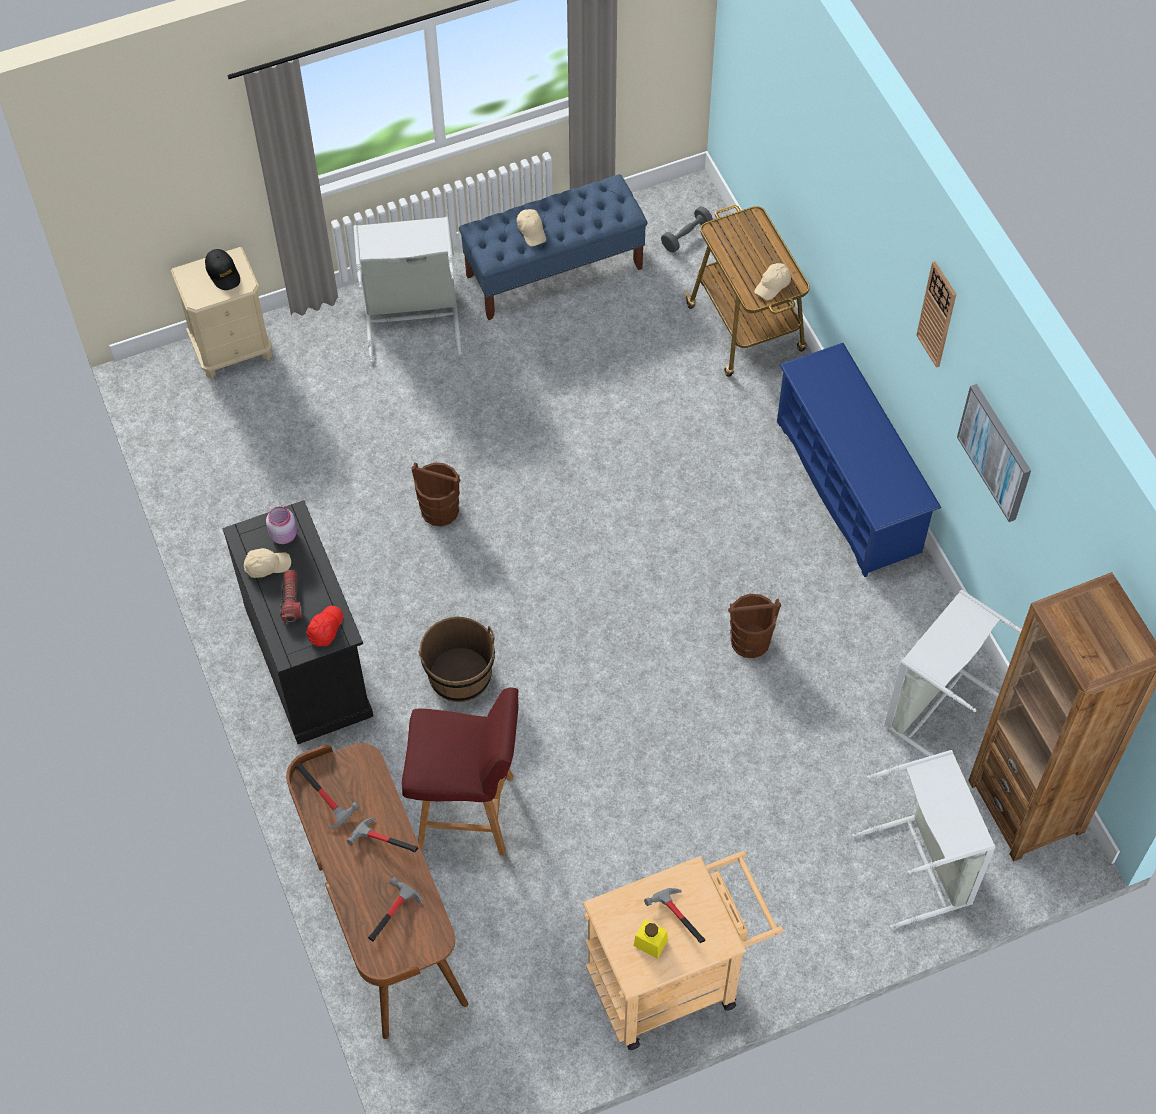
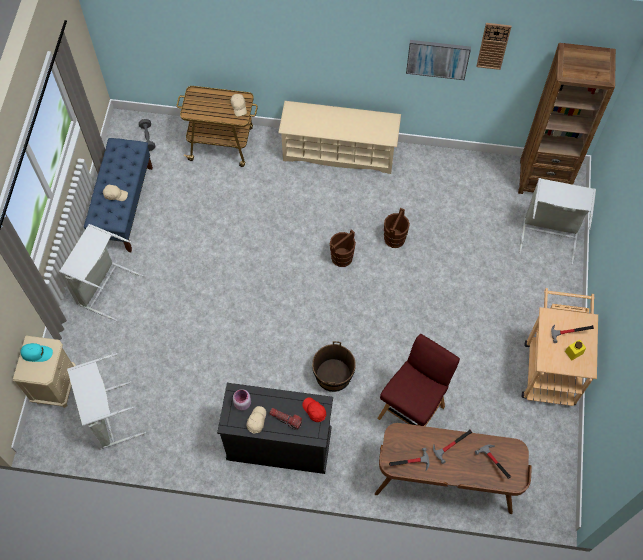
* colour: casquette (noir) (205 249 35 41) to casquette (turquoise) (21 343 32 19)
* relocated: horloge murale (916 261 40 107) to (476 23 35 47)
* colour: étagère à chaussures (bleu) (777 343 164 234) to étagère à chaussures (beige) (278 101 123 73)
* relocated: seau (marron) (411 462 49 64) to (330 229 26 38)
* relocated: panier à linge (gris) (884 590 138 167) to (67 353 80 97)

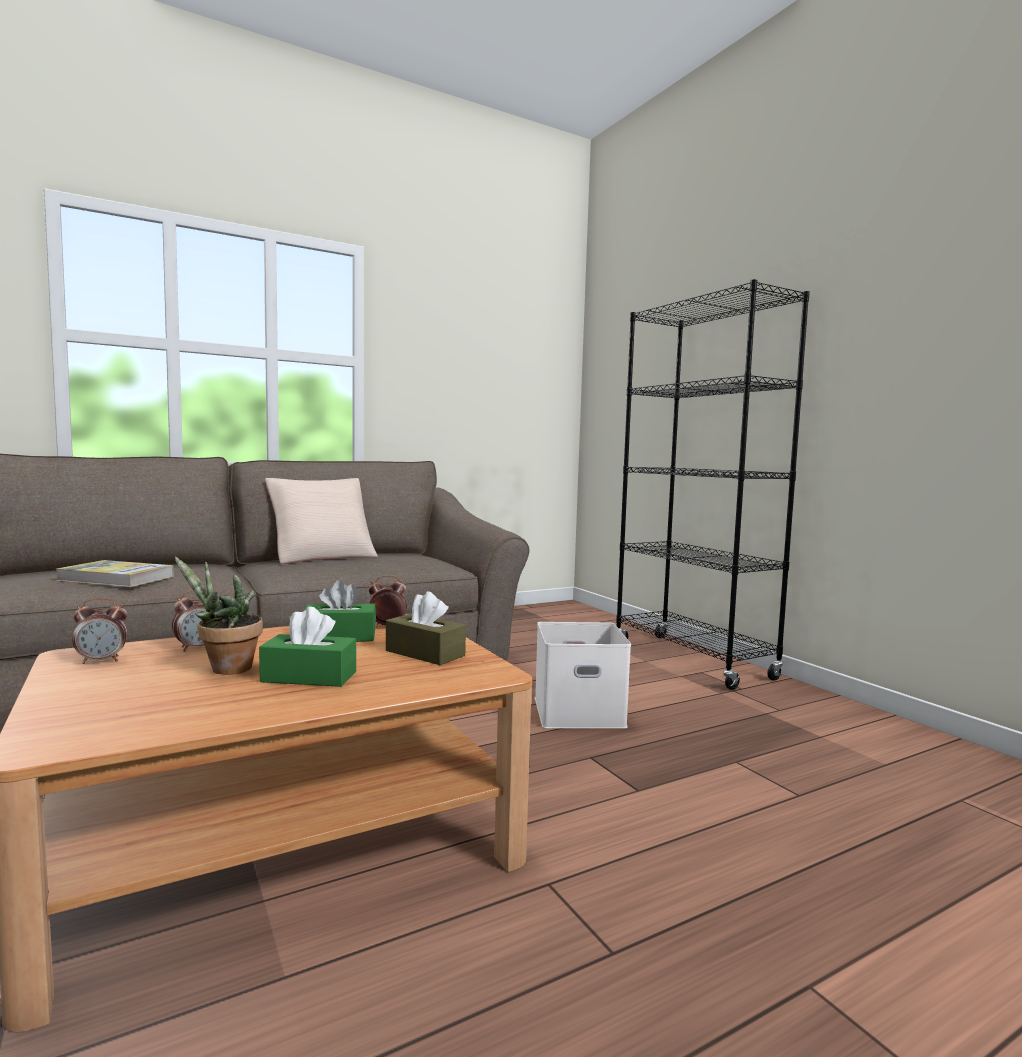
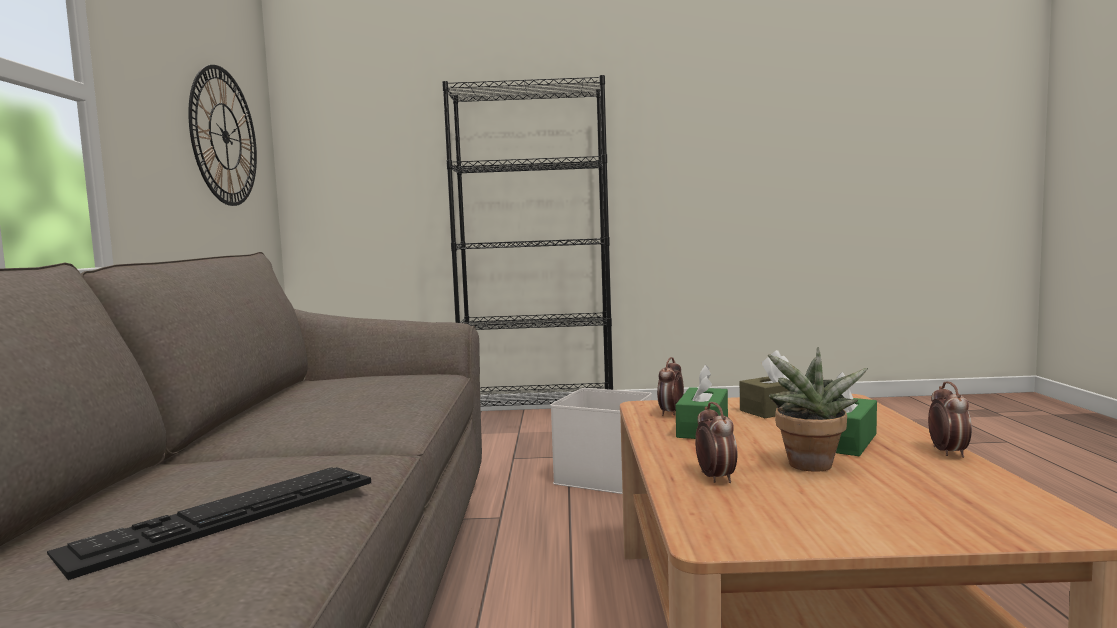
* missing: coussin (beige) (265 478 113 86)
* exchanged: livre (56 560 118 27) to clavier (47 467 324 113)
* relocated: réveil (72 598 56 66) to (928 381 44 77)
* appeared: horloge murale (188 65 69 141)

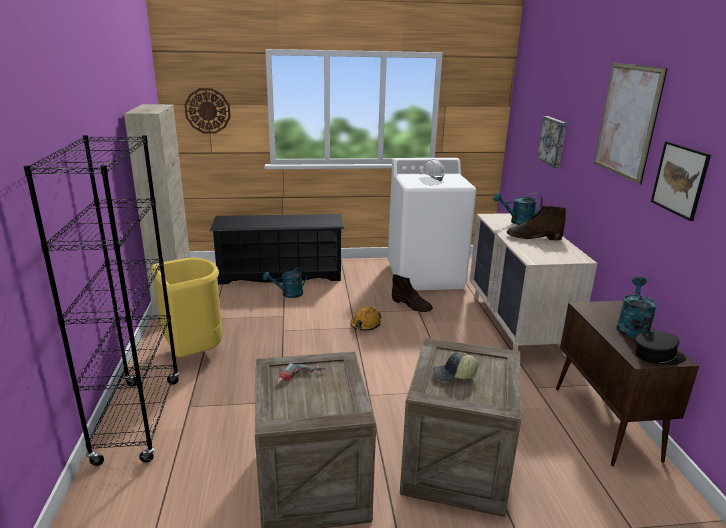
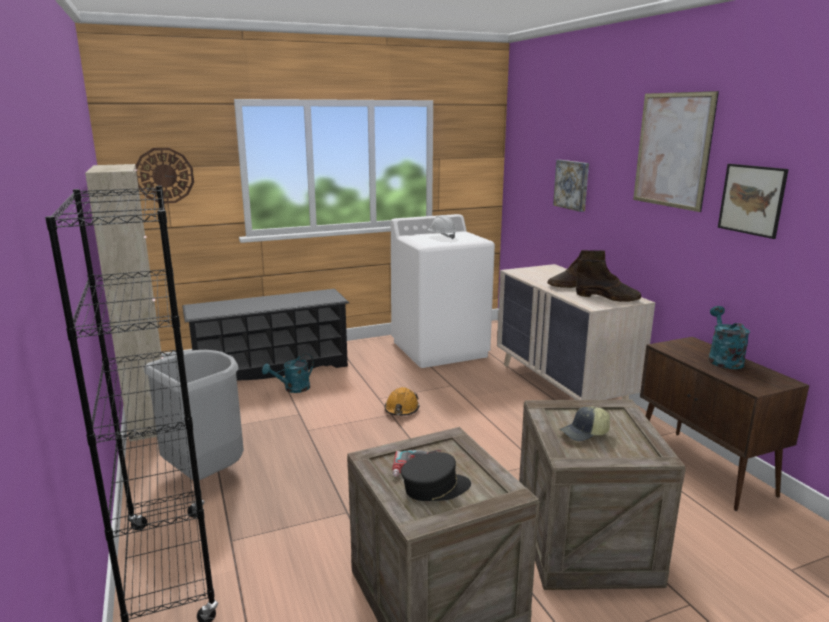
* missing: arrosoir (turquoise) (494 192 49 33)
* colour: poubelle (jaune) (151 257 72 101) to poubelle (gris) (144 350 100 130)
* relocated: botte (marron) (392 274 41 38) to (576 259 65 43)
* relocated: casquette (noir) (635 332 51 33) to (401 452 70 49)

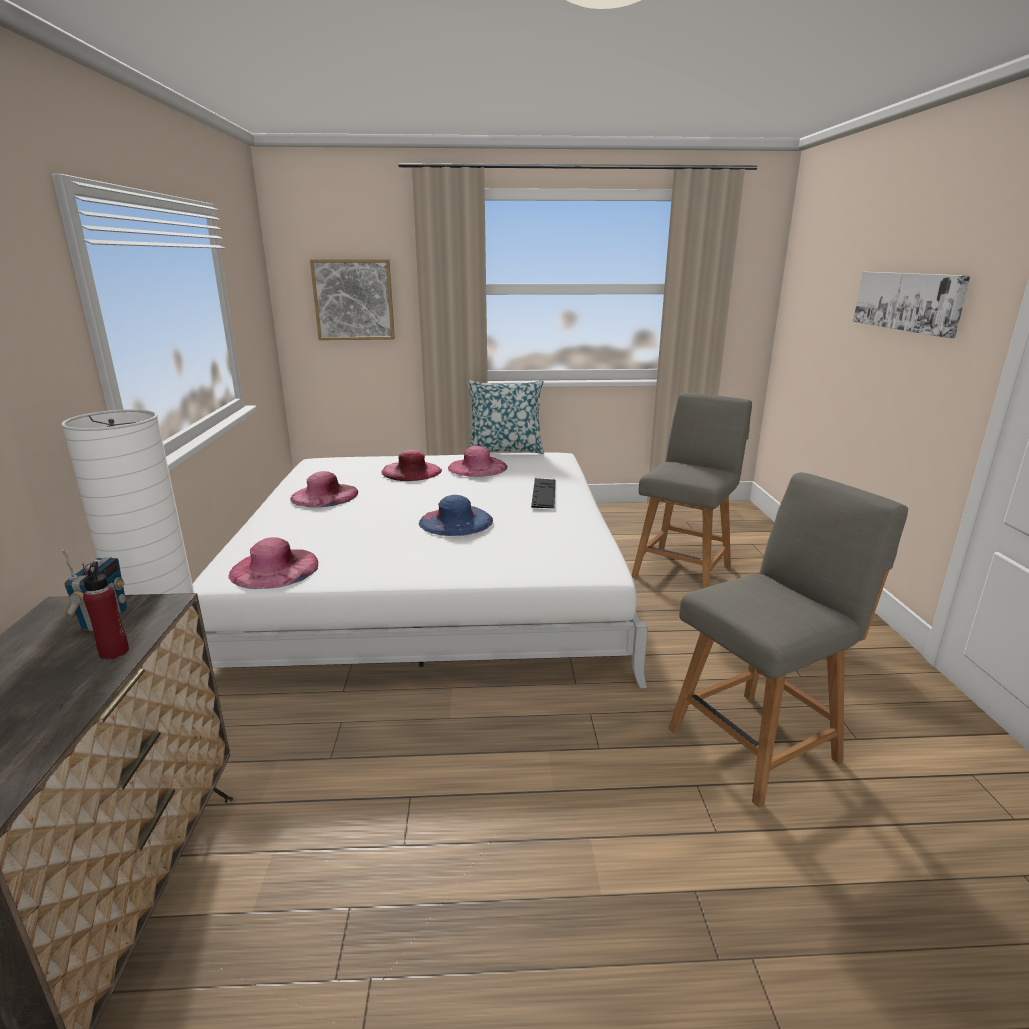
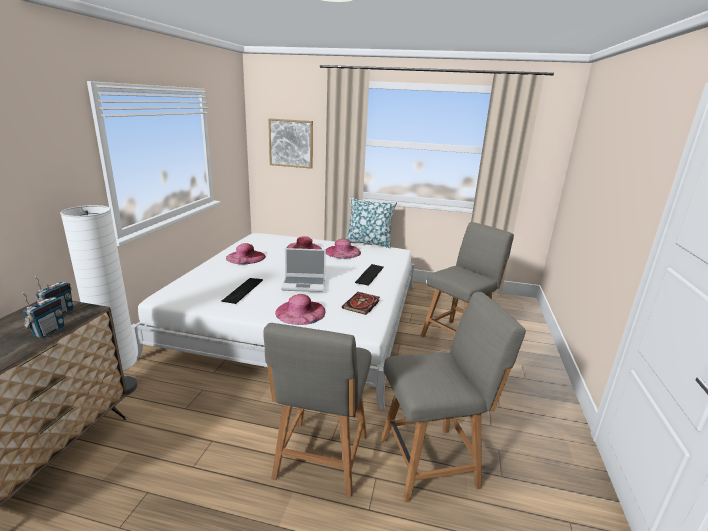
* missing: tableau (853 272 117 66)
* exchanged: chapeau (bleu) (419 495 74 41) to ordinateur portable (281 248 45 44)
* relocated: chapeau (rose) (229 537 89 52) to (275 294 50 31)
* exchanged: bouteille (rouge) (83 561 46 99) to radio (22 292 42 46)
* appeared: clavier (221 278 42 26)
* appeared: livre (342 292 38 23)
* appeared: chaise (gris) (263 323 108 174)

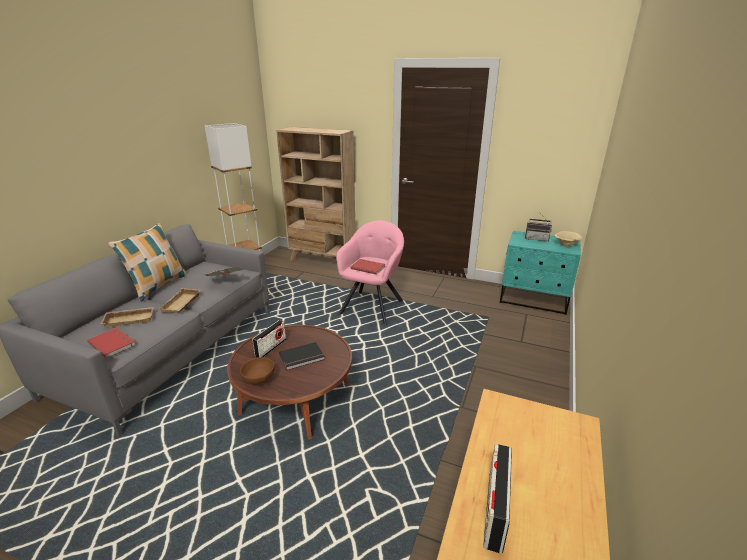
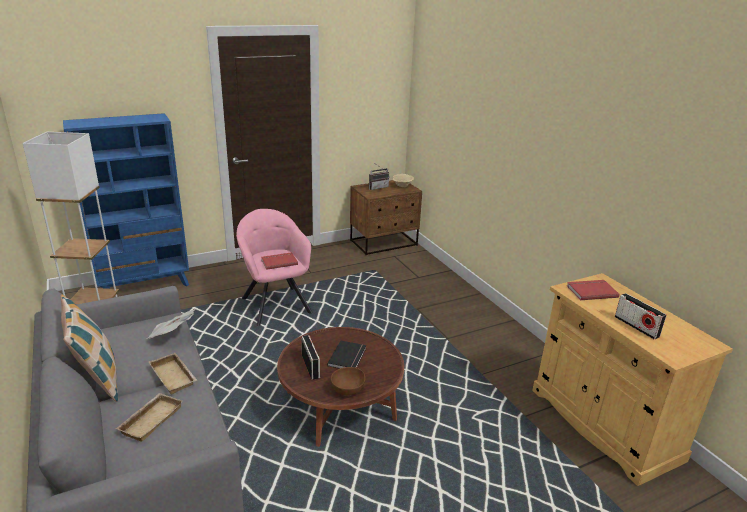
* colour: bibliothèque (beige) (276 127 80 134) to bibliothèque (bleu) (63 113 126 176)
* colour: table de chevet (turquoise) (500 231 81 84) to table de chevet (marron) (350 180 72 75)
* relocated: livre (rouge) (87 328 49 30) to (567 280 52 20)

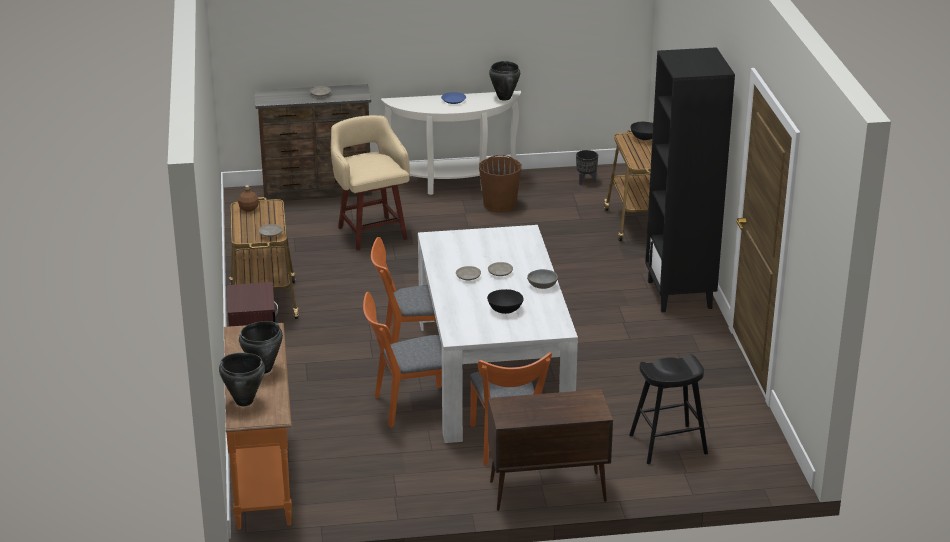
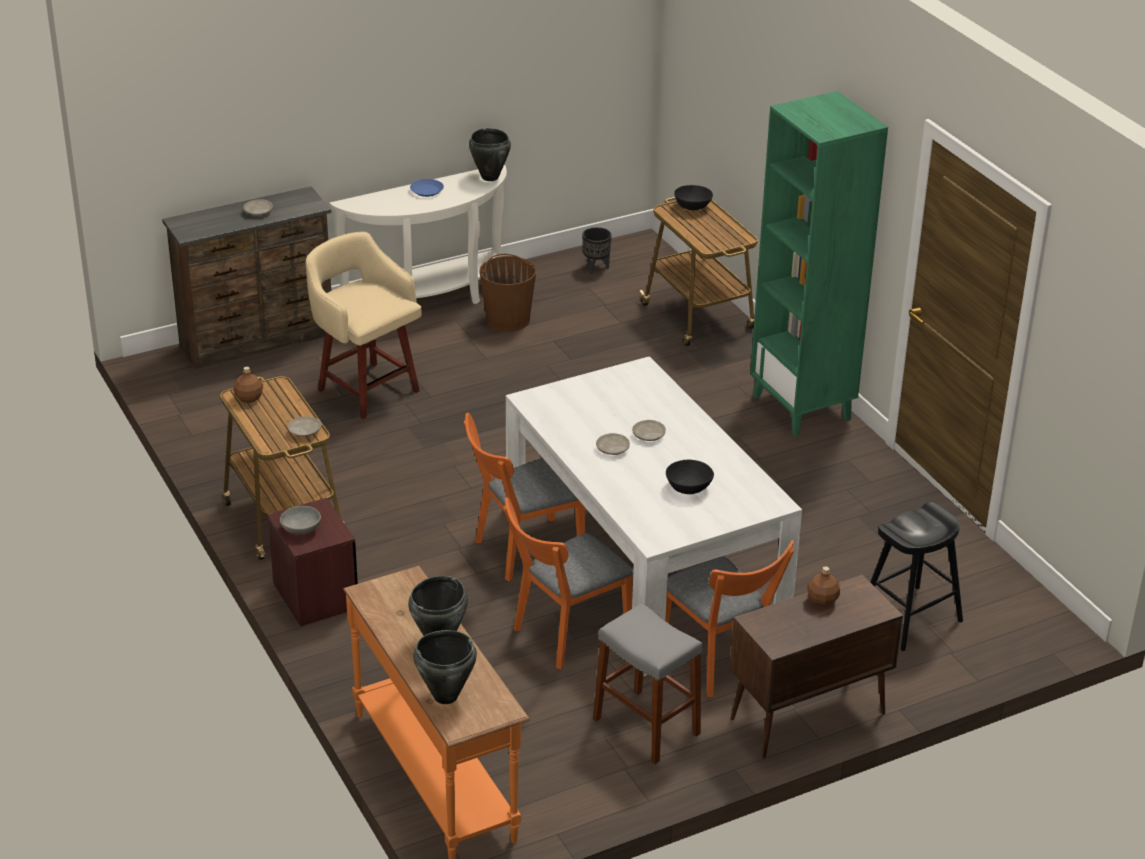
* colour: bibliothèque (noir) (645 47 90 265) to bibliothèque (vert) (750 91 138 345)
* relocated: bol (gris) (527 269 31 20) to (280 506 41 29)
* appeared: bouteille (marron) (807 566 33 41)
* appeared: tabouret (gris) (593 603 110 161)

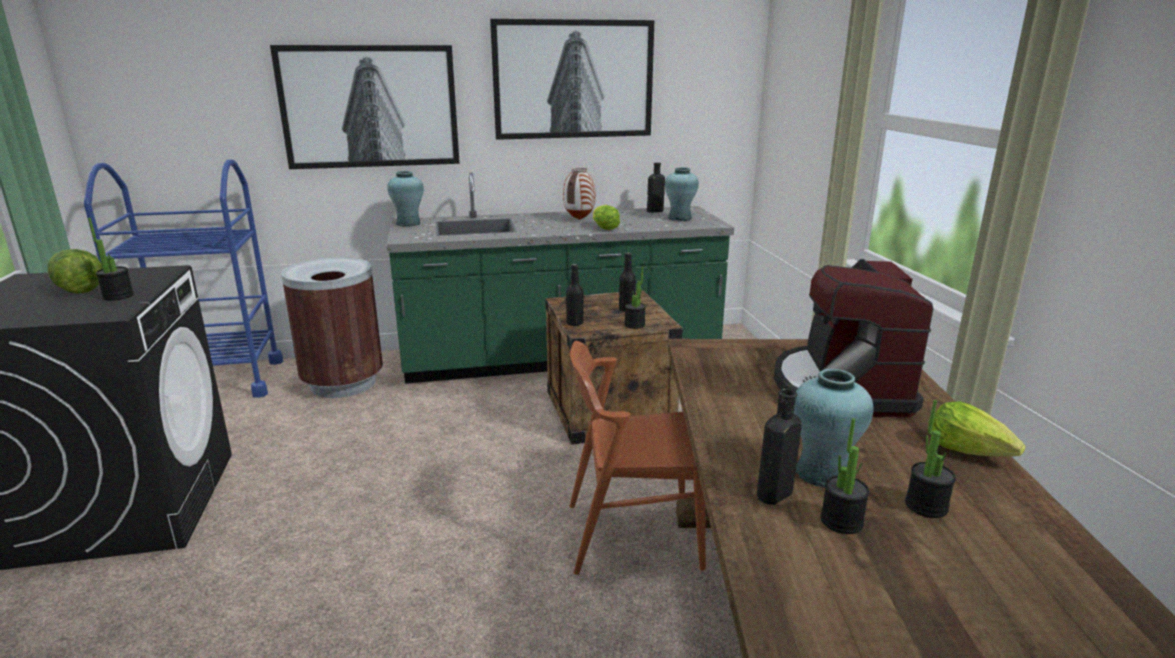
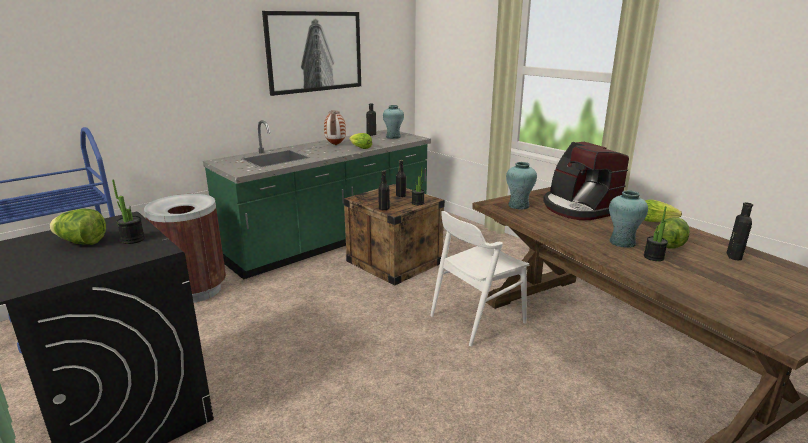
* missing: tableau (270 45 190 124)
* relocated: vase (turquoise) (387 171 37 55) to (506 162 31 47)
* colour: chaise (marron) (570 341 136 234) to chaise (blanc) (430 211 99 135)
* relocated: bouteille (noir) (757 388 45 117) to (727 202 26 59)
* exchanged: plante en pot (905 400 51 118) to laitue (655 217 35 31)

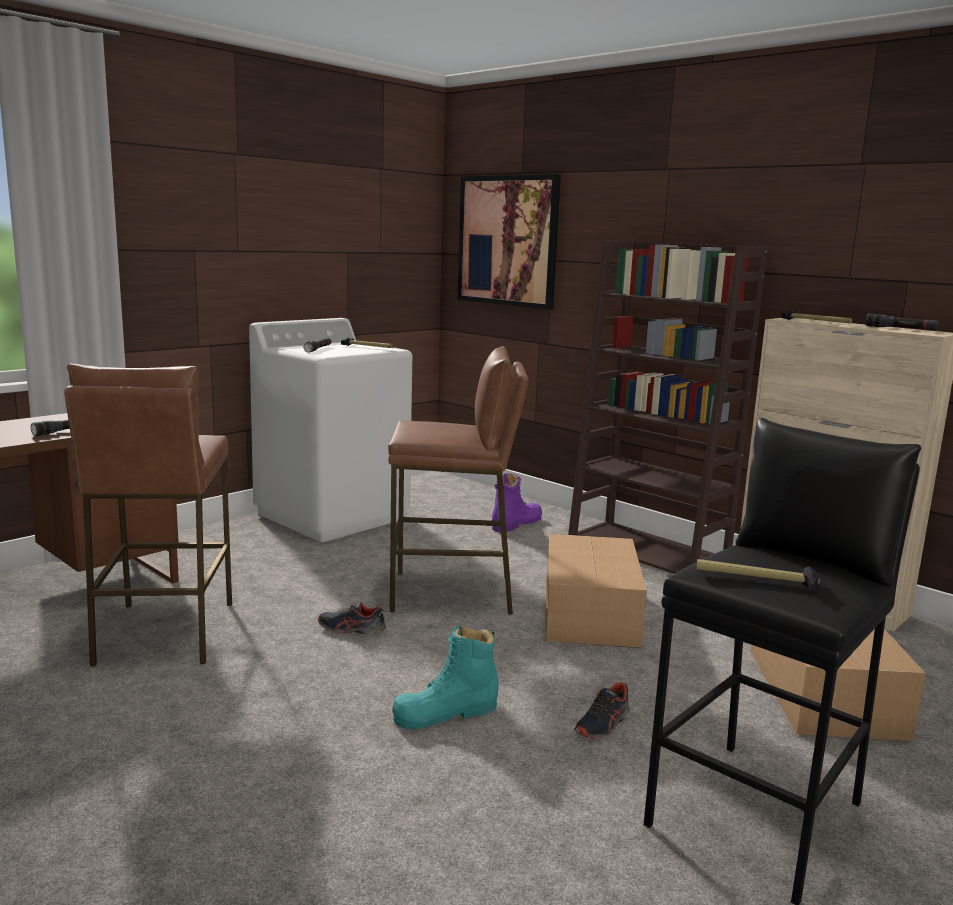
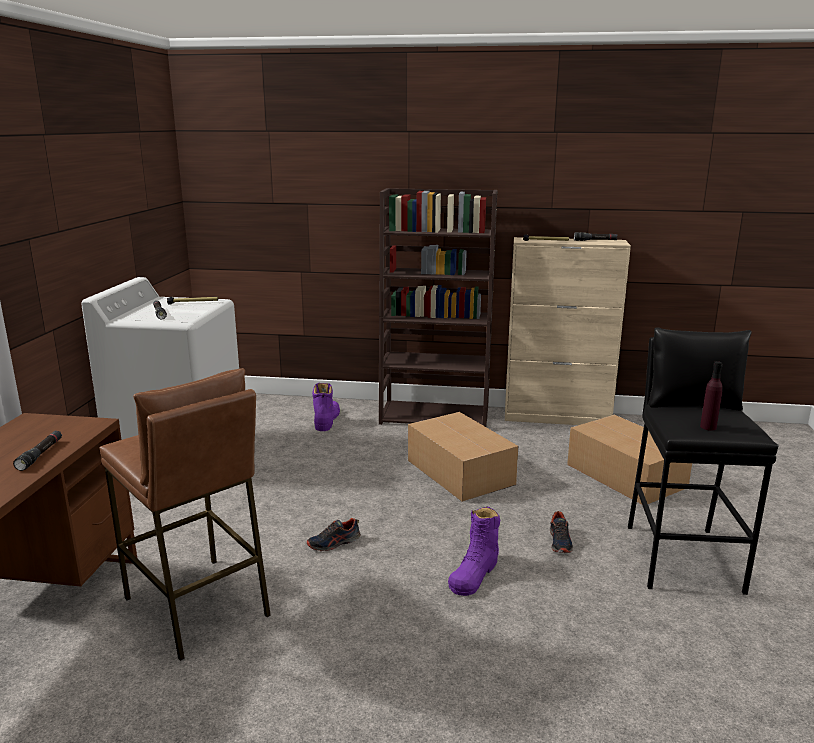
* missing: tableau (457 174 104 136)
* missing: tabouret (marron) (388 346 140 269)
* exchanged: marteau (696 559 124 32) to bouteille (violet) (700 361 23 70)
* colour: botte (turquoise) (392 625 107 104) to botte (violet) (448 507 52 89)

